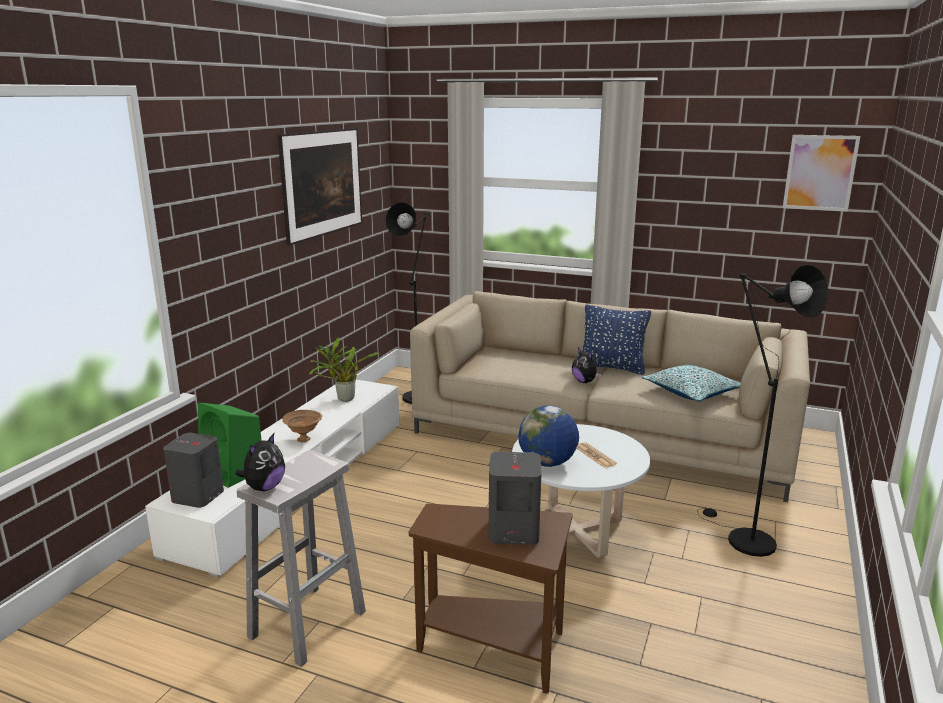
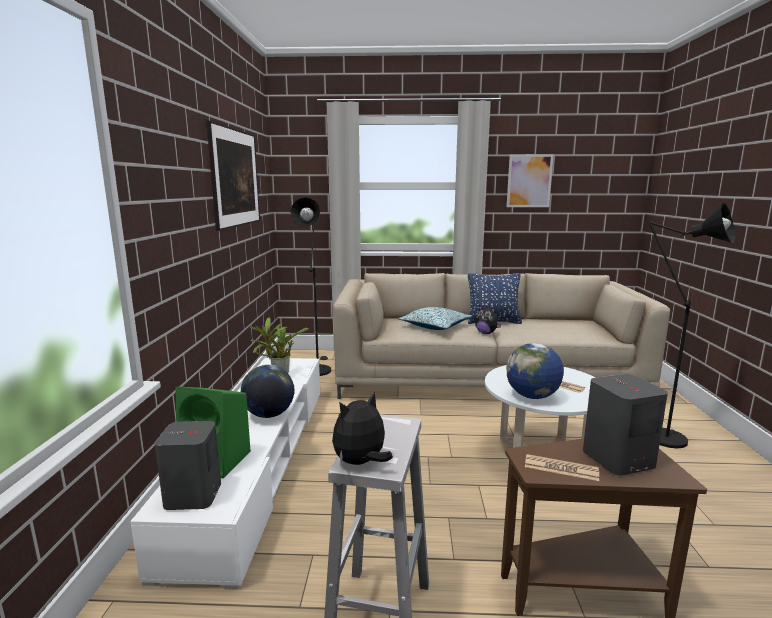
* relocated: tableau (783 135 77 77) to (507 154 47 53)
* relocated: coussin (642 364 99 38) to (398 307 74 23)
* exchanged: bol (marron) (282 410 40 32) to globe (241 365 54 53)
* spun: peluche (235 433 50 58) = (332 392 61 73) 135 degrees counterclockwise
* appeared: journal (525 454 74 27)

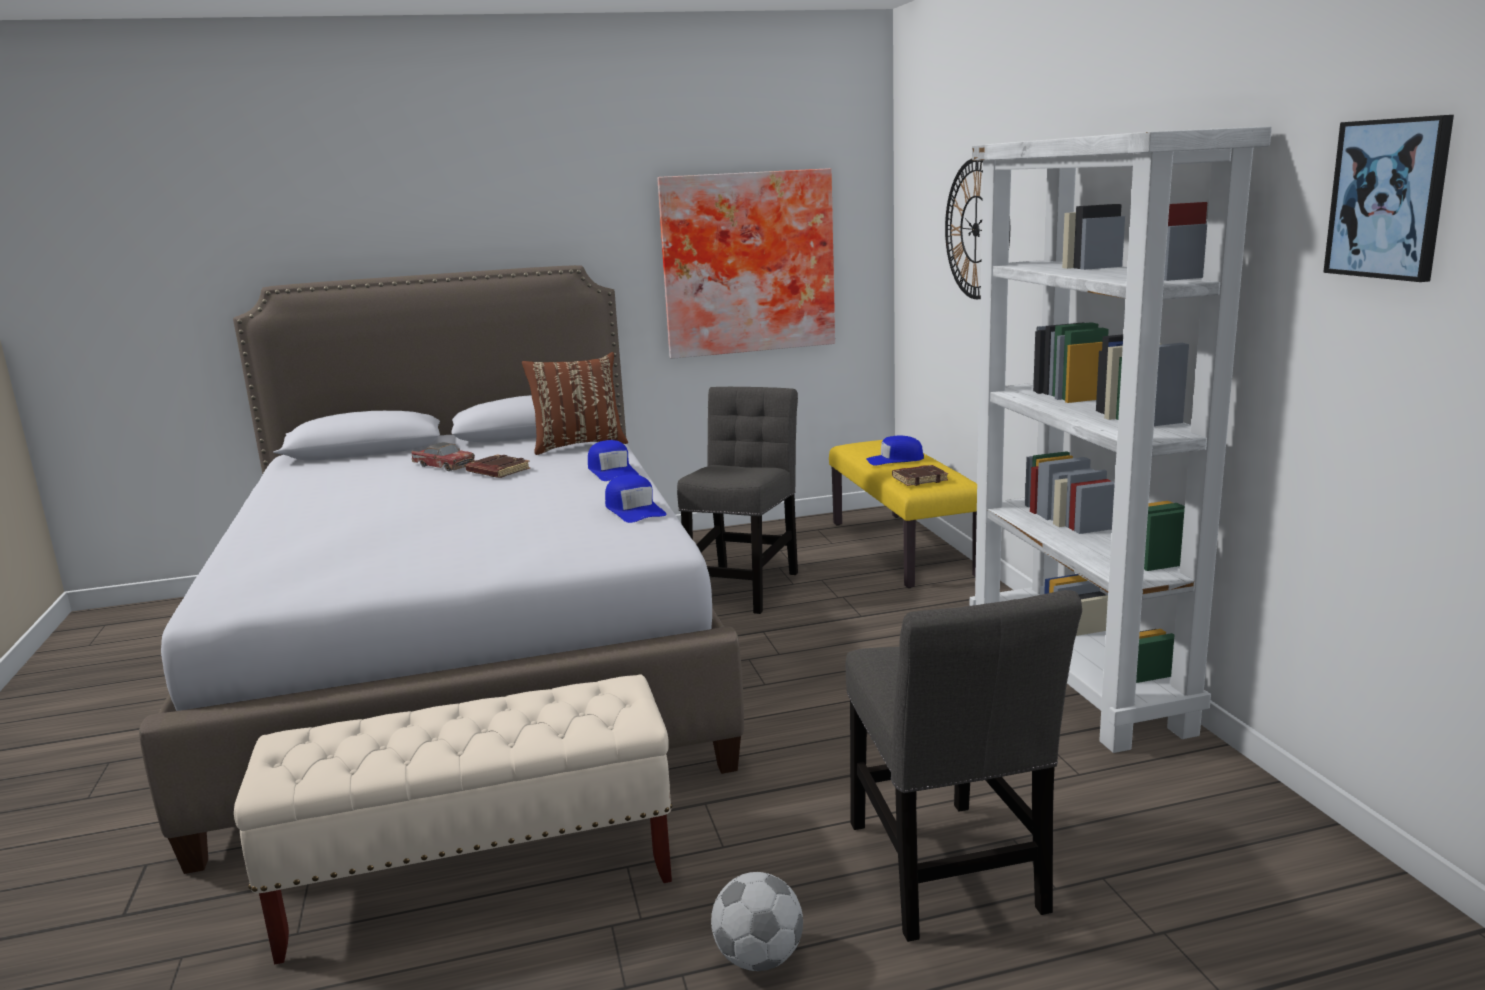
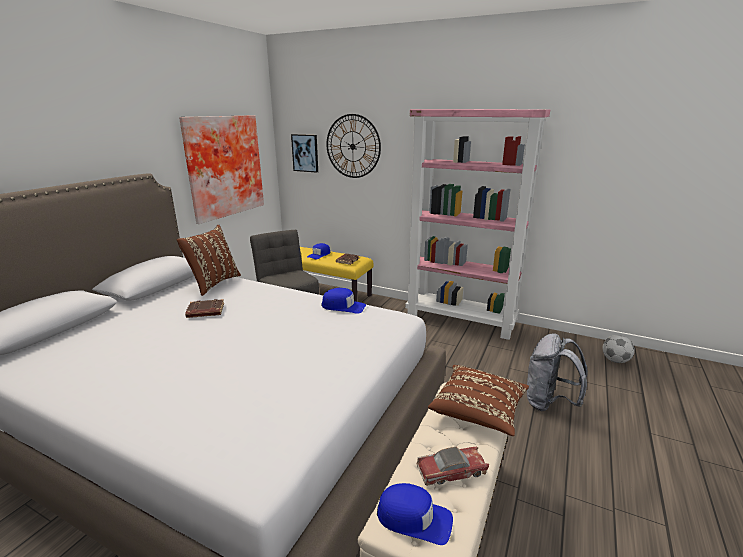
* relocated: tableau (1323 115 131 167) to (291 134 27 39)
* colour: bibliothèque (blanc) (970 126 302 627) to bibliothèque (rose) (405 109 145 231)
* relocated: casquette (bleu) (588 440 51 41) to (377 483 76 62)
* relocated: petite voiture (411 442 64 29) to (416 447 73 39)
* exchanged: chaise (gris) (846 590 236 352) to sac à dos (gris) (527 333 61 78)
* relocated: ballon de foot (711 872 92 99) to (603 335 32 28)
* appeared: coussin (marron) (428 365 101 71)

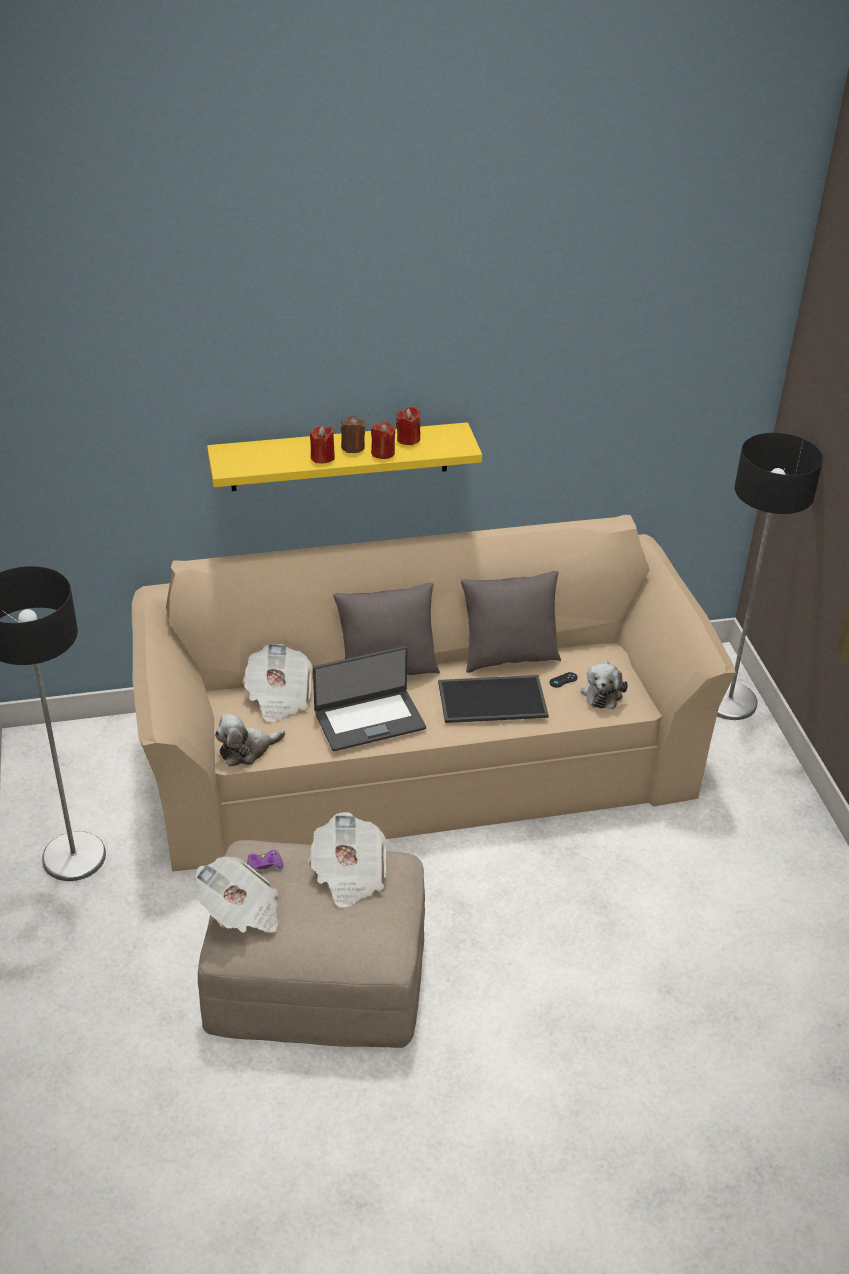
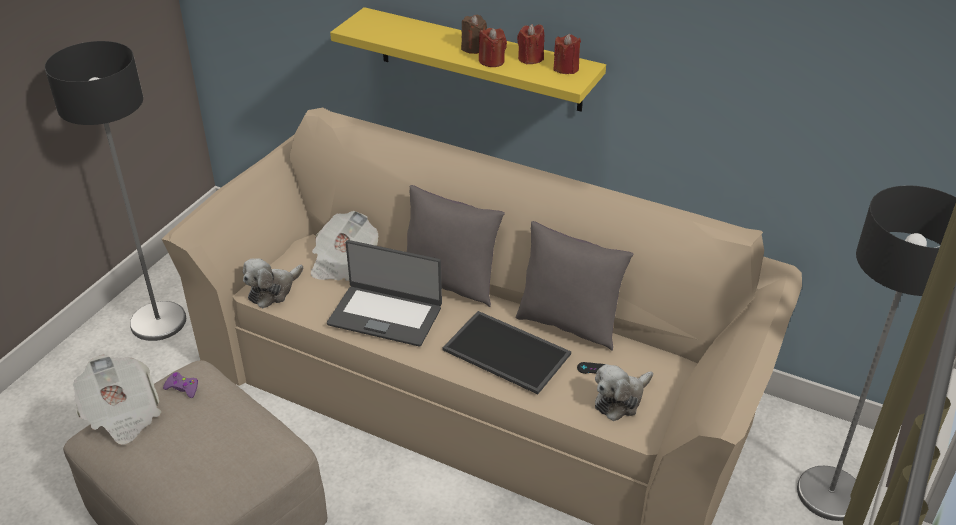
* relocated: bougie (rouge) (310 426 25 37) to (554 34 27 40)
* spun: peluche (215 714 70 52) = (243 258 60 50) 60 degrees counterclockwise
* missing: journal (309 812 77 96)

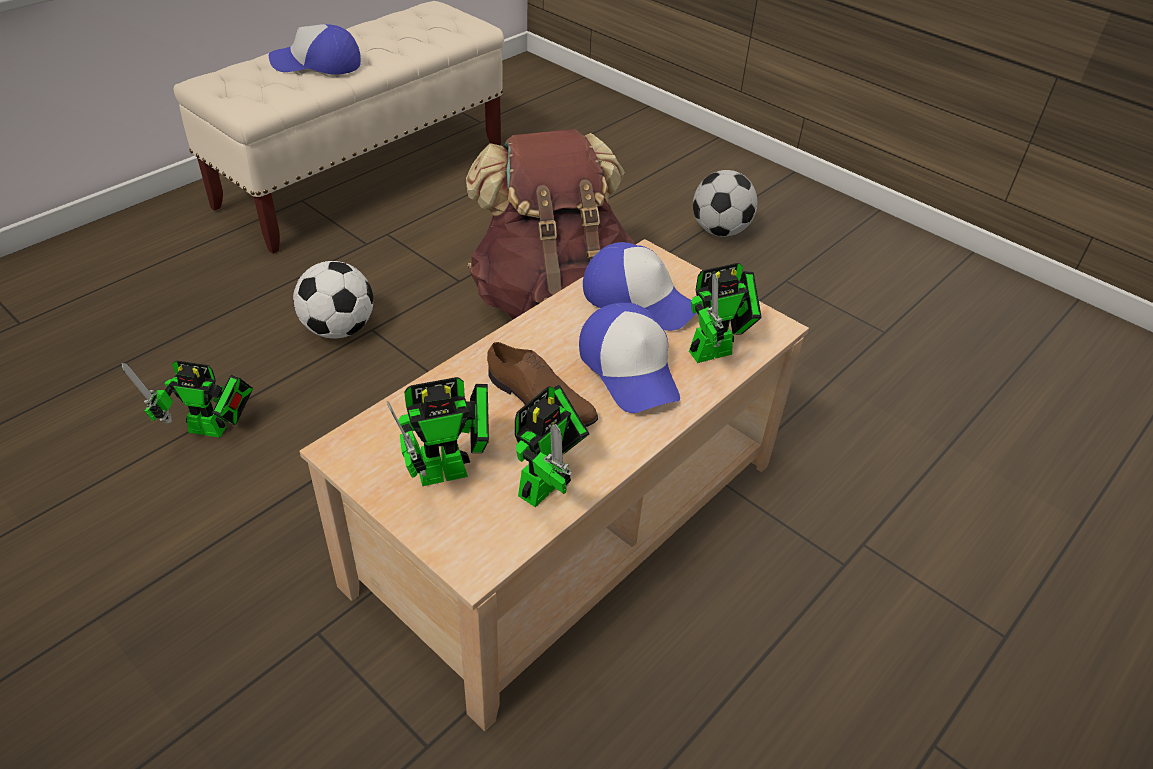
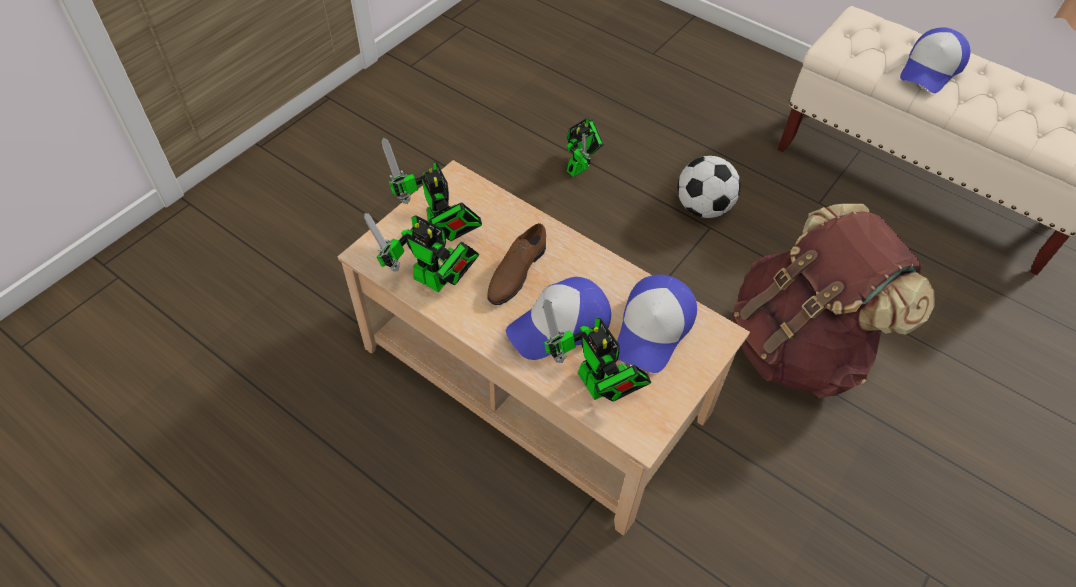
* spun: casquette (269 24 92 51) = (900 27 70 66) 135 degrees counterclockwise
* missing: ballon de foot (693 170 64 67)
* spun: robot jouet (121 361 132 77) = (567 118 37 59) 135 degrees counterclockwise

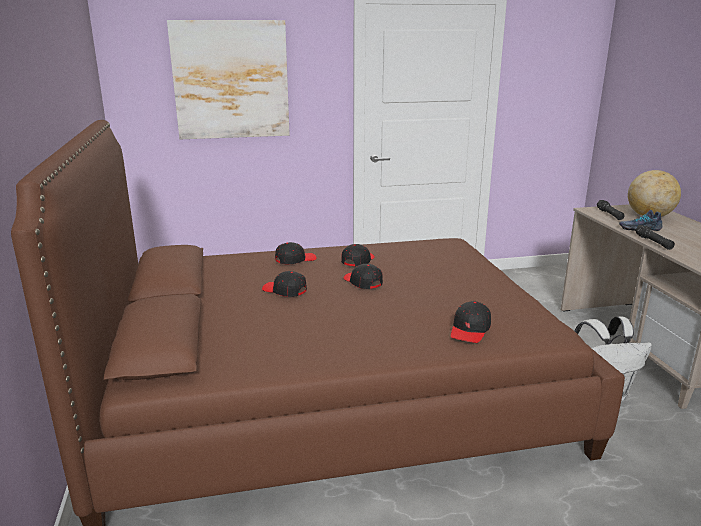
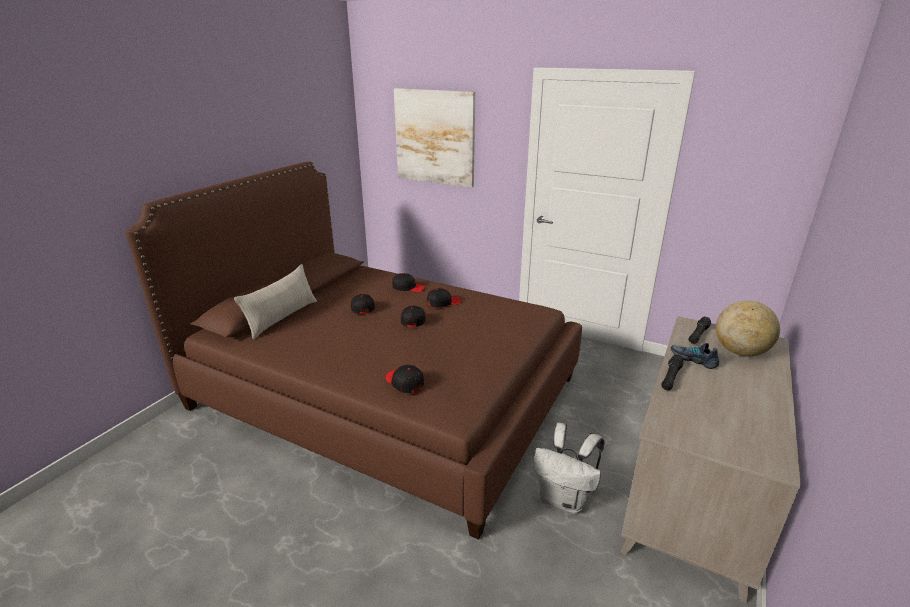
* spun: casquette (noir) (451 301 40 42) = (385 365 39 28) 75 degrees clockwise
* appeared: coussin (beige) (234 264 83 76)

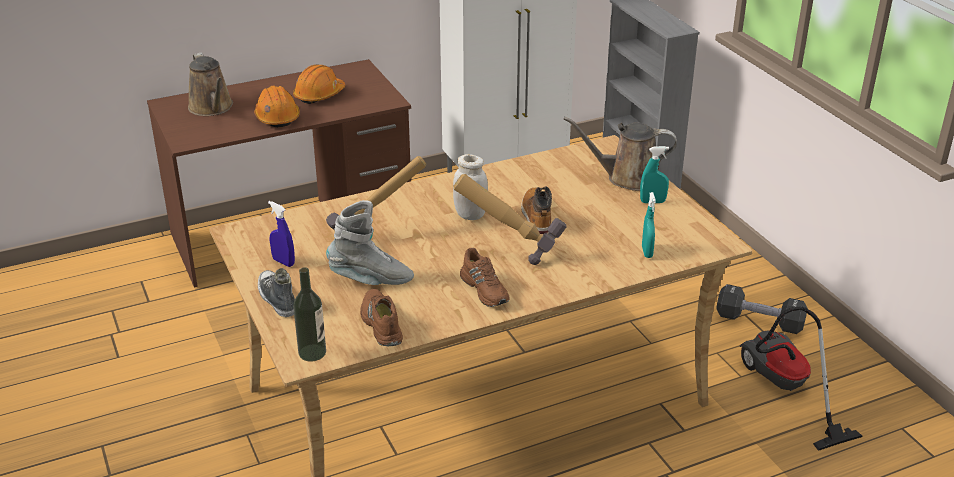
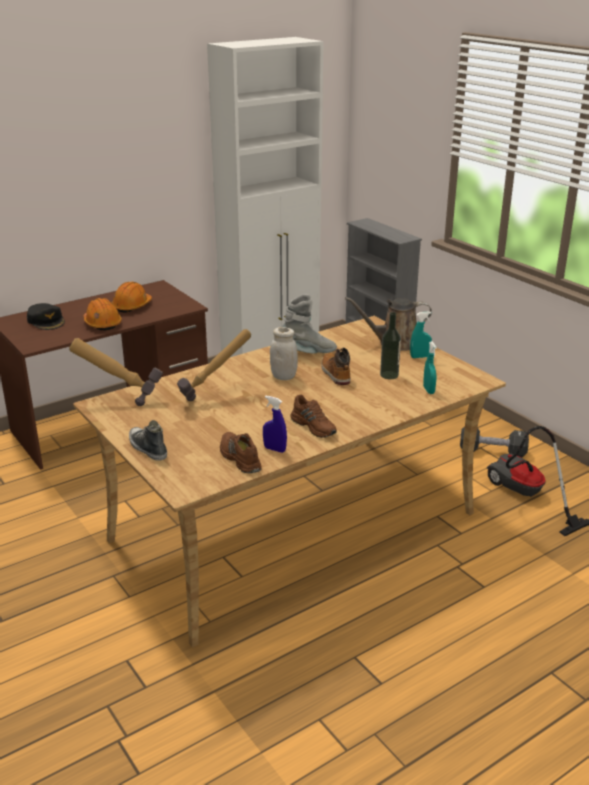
* exchanged: arrosoir (marron) (188 52 45 64) to casquette (noir) (27 303 38 27)
* relocated: marteau (453 174 114 91) to (69 338 94 68)
* relocated: botte (gris) (326 200 88 85) to (282 294 55 60)
* relocated: vaporisateur (bleu) (268 201 27 66) to (263 396 24 57)
* relocated: bouteille (293 267 33 94) to (380 312 21 67)

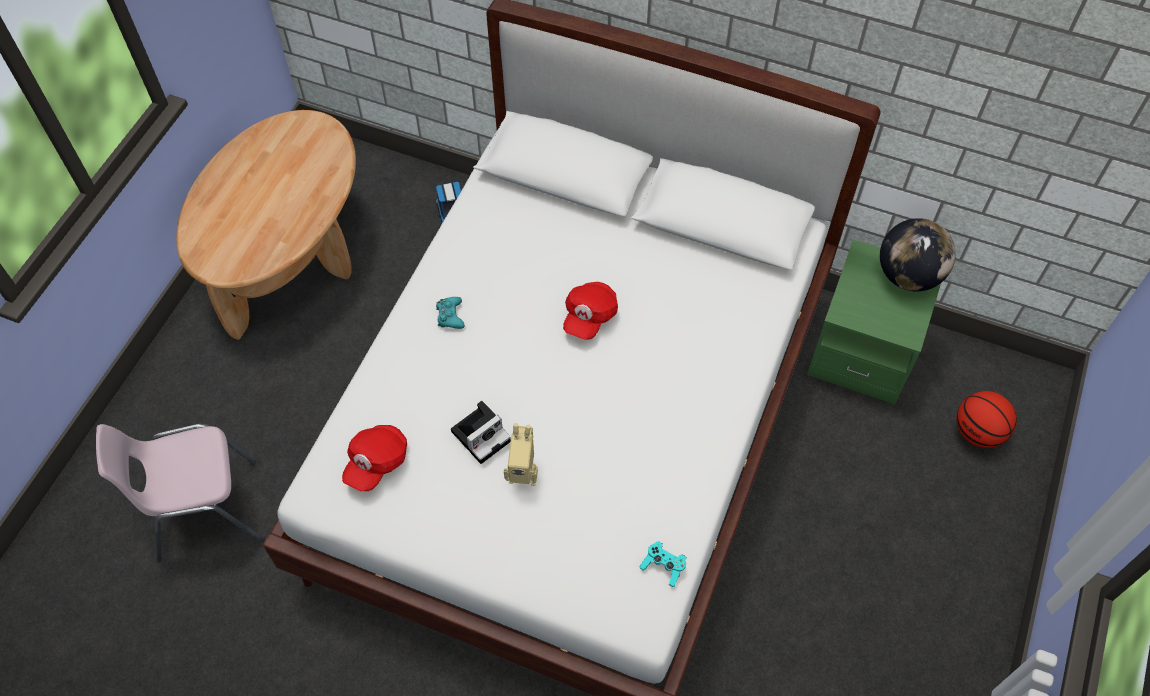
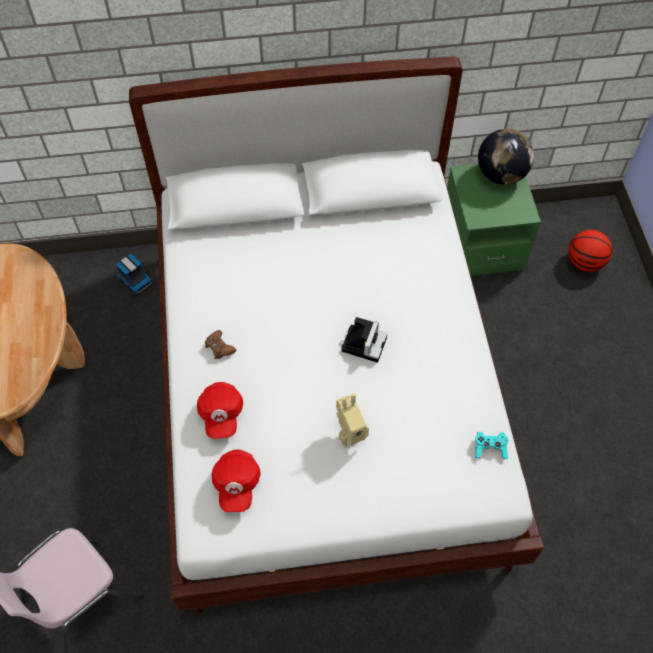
* relocated: casquette (rouge) (563 282 55 58) to (197 382 46 57)
* colour: manette (turquoise) (436 297 29 32) to manette (marron) (205 330 31 29)
* relocated: appareil photo (451 401 60 63) to (341 317 46 46)

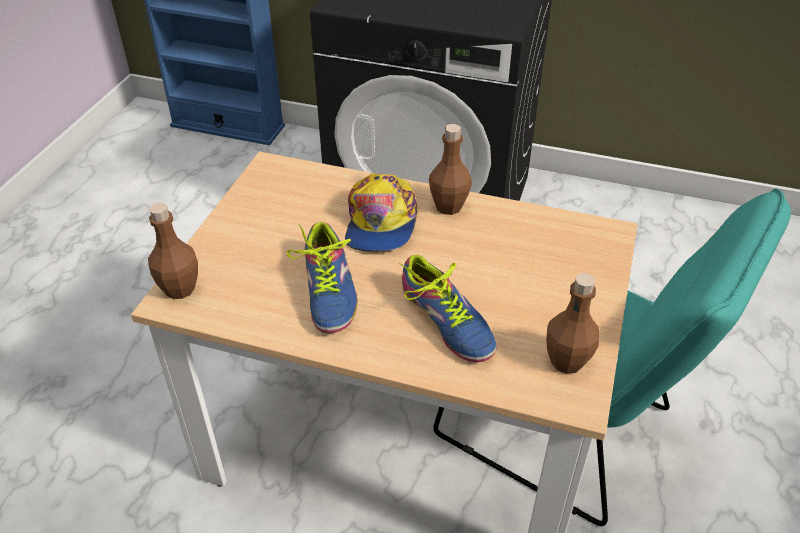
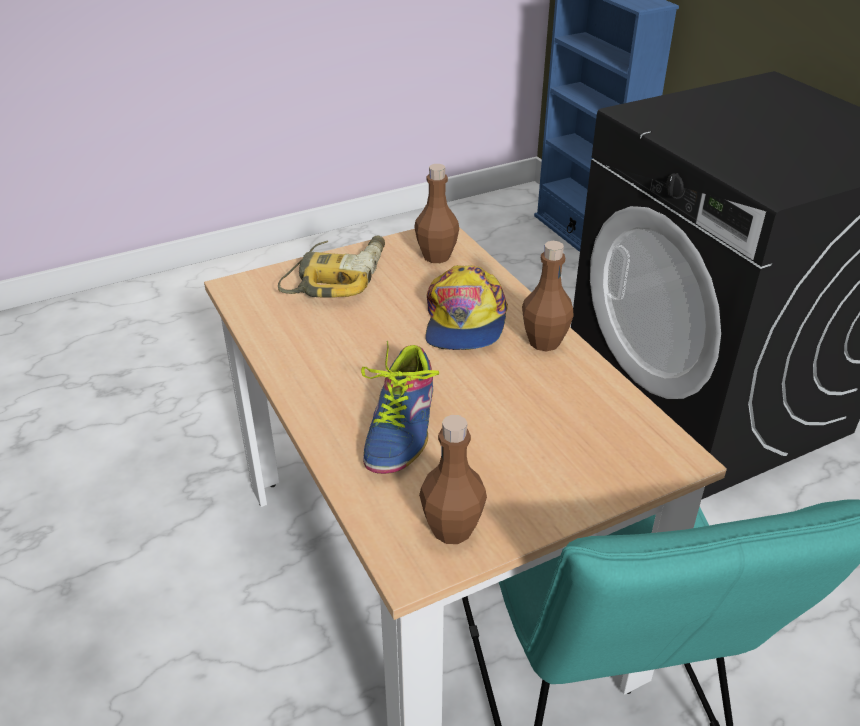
* spun: casquette (345 174 74 78) = (425 265 83 85) 45 degrees counterclockwise
* relocated: bouteille (marron) (148 202 50 97) to (414 164 45 99)
* missing: chaussure (287 222 71 111)
* appeared: perceuse (278 236 107 62)

